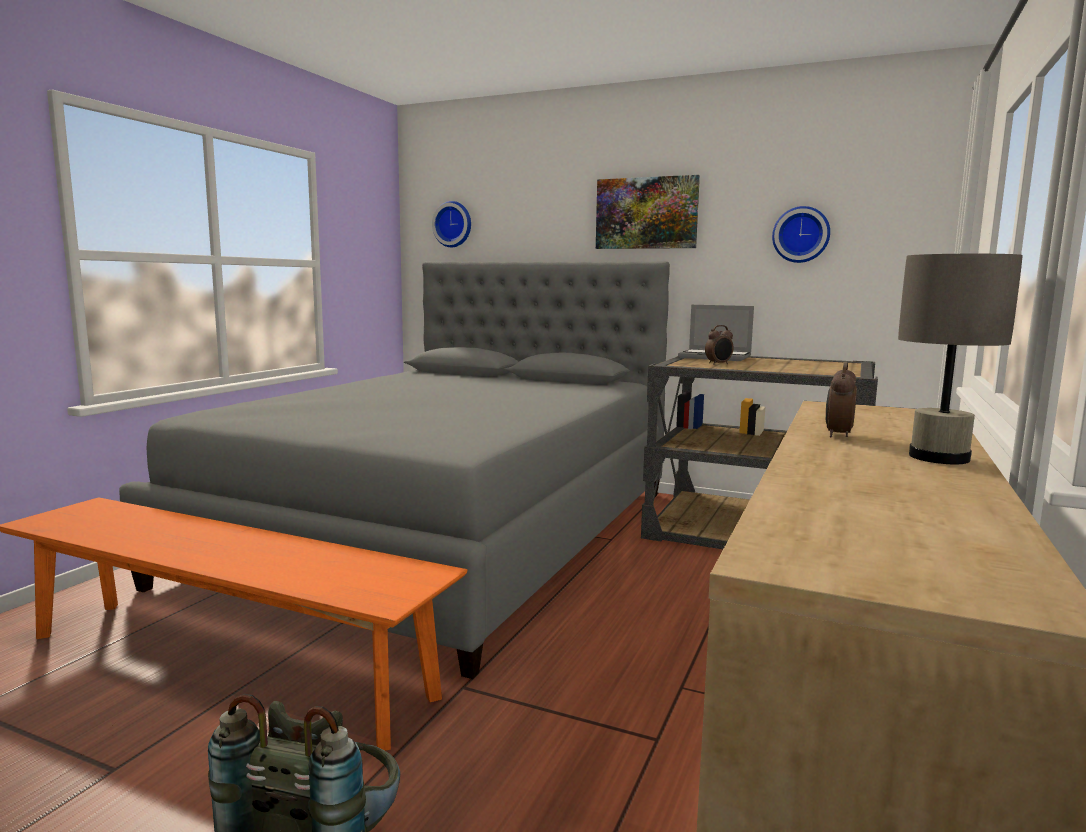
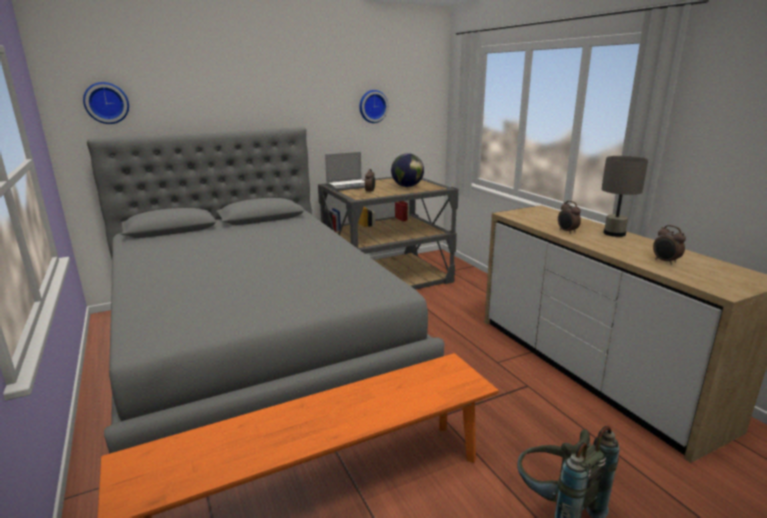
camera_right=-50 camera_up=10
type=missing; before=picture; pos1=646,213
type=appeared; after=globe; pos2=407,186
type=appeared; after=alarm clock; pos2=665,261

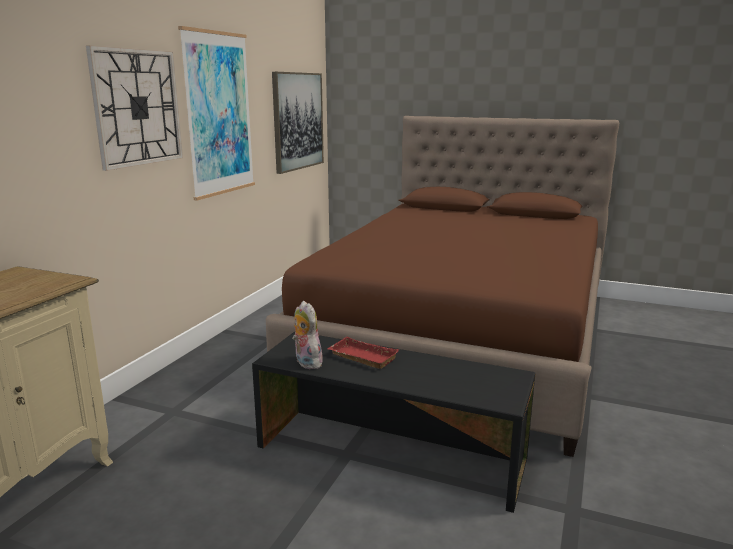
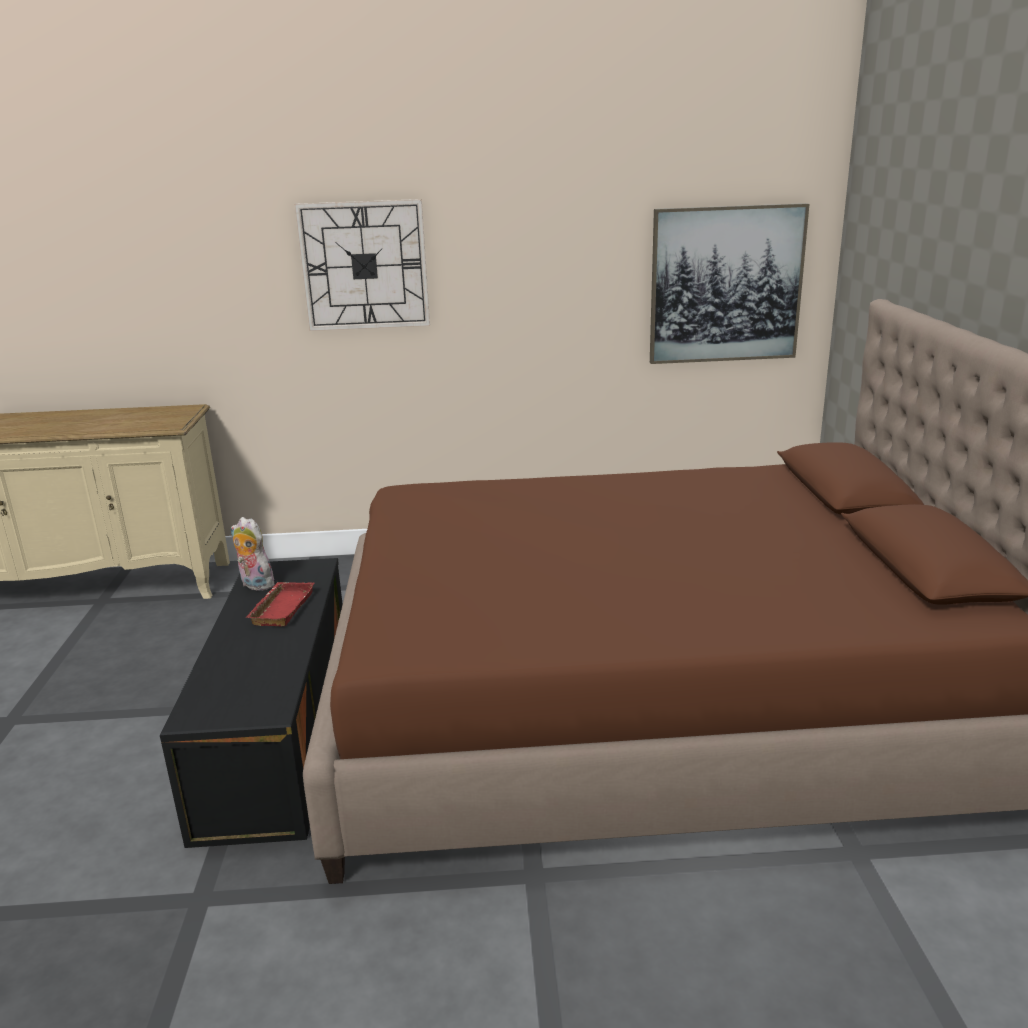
camera_right=65 camera_up=5
type=missing; before=picture; pos1=219,114
type=spun; before=plush toy; pos1=306,362; pos2=254,585; turn=-90

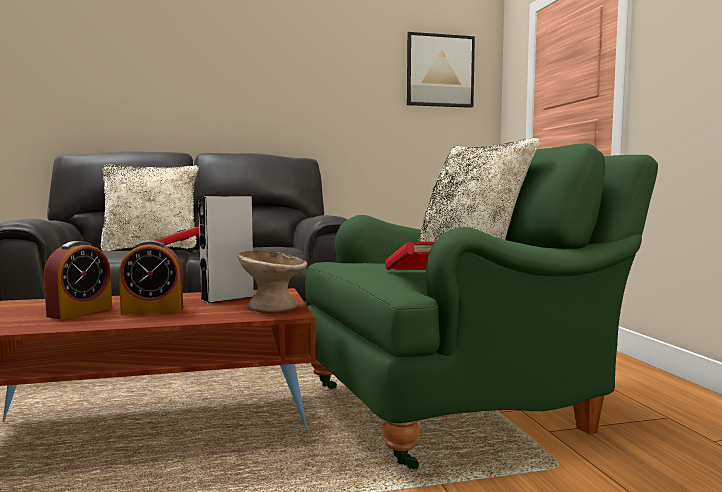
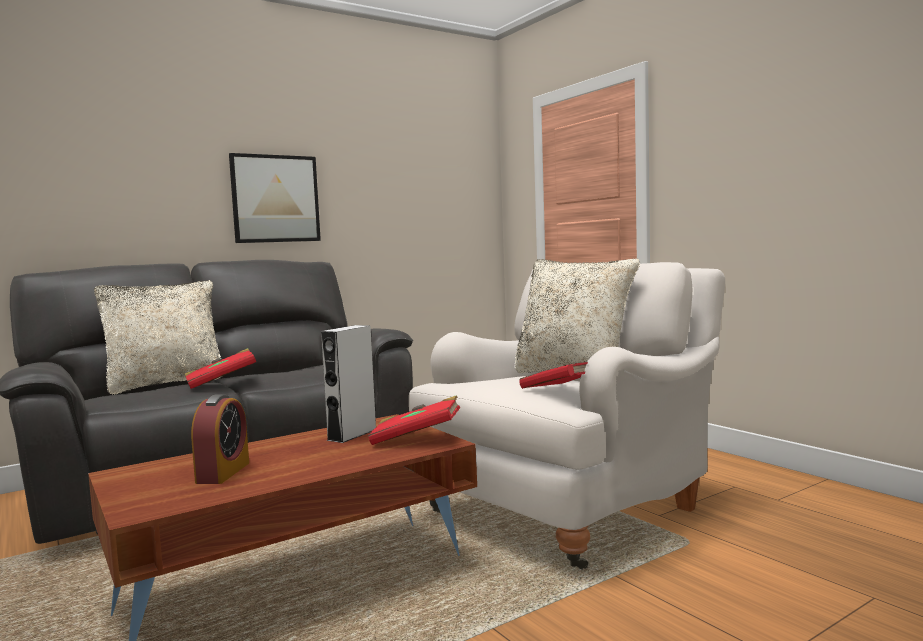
camera_right=-20 camera_up=0
type=relocated; before=picture; pos1=440,71; pos2=275,199
type=colour; before=green armchair; after=white armchair; pos1=460,406; pos2=571,507
type=missing; before=alarm clock; pos1=152,310
type=exchanged; before=beige bowl; after=red book; pos1=272,307; pos2=416,438

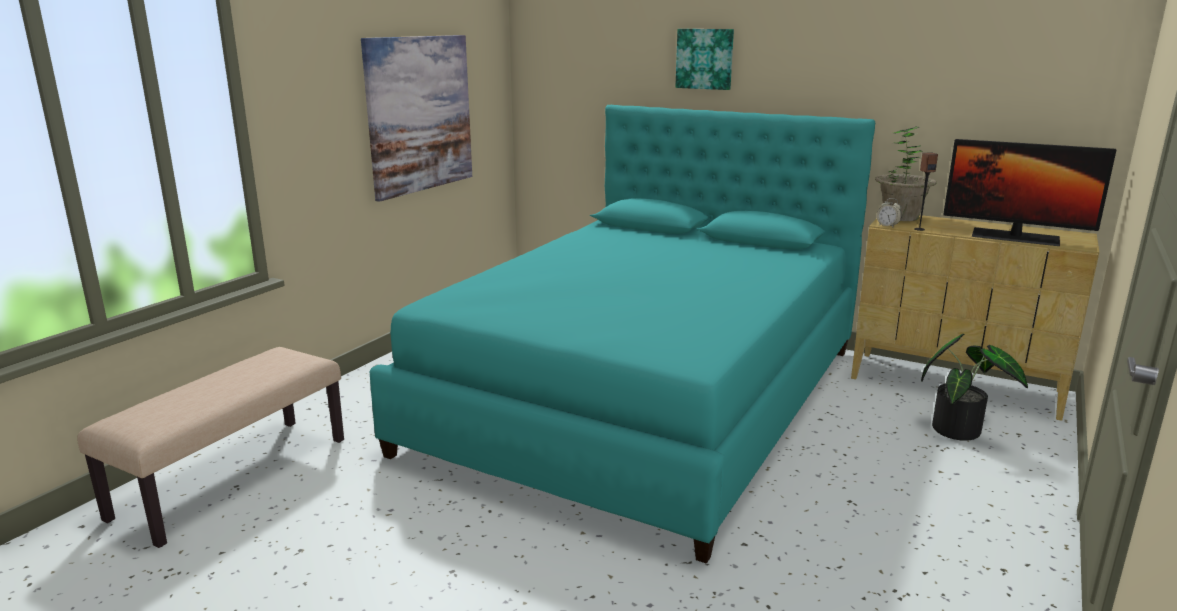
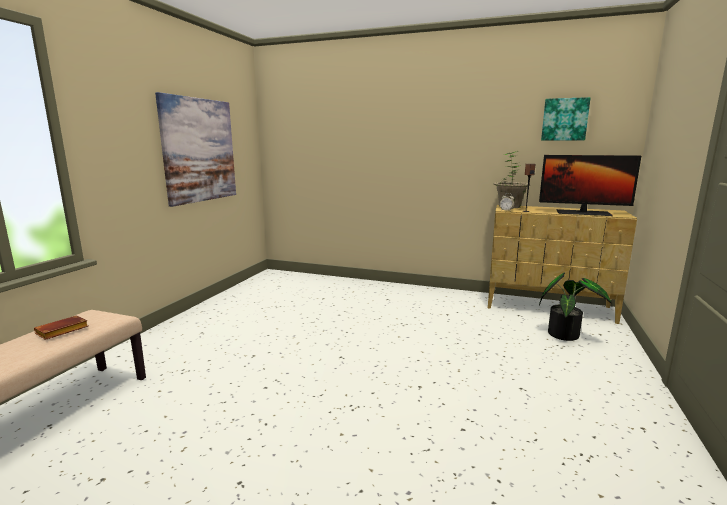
camera_right=-10 camera_up=-5
type=relocated; before=picture; pos1=705,59; pos2=564,119
type=missing; before=turquoise bed; pos1=645,398
type=appeared; after=brown book; pos2=61,332

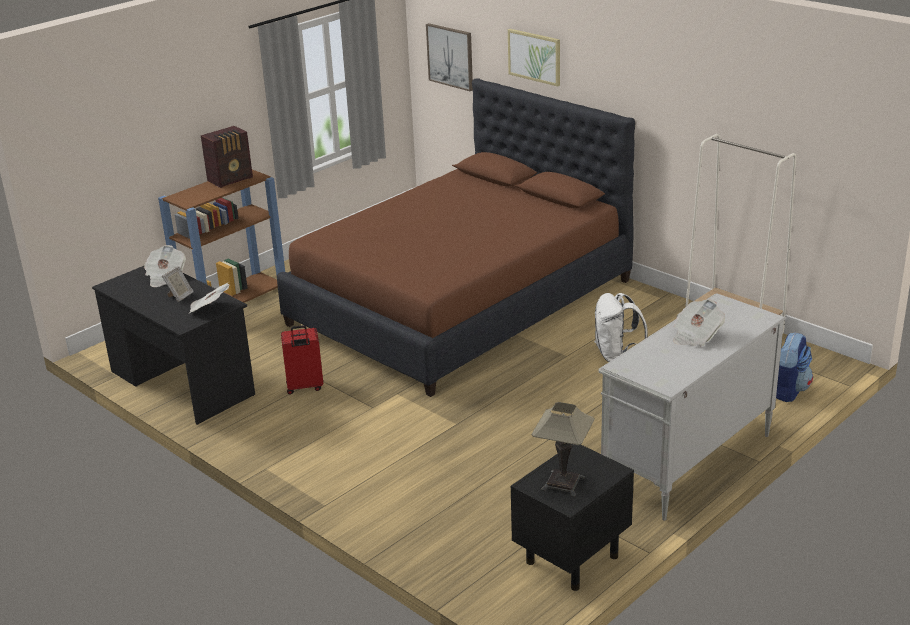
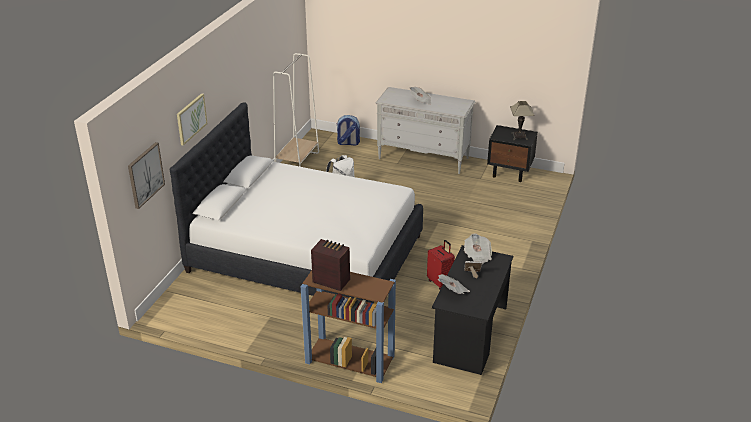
camera_right=-115 camera_up=5
type=colour; before=brown bed; after=white bed; pos1=461,302; pos2=305,253

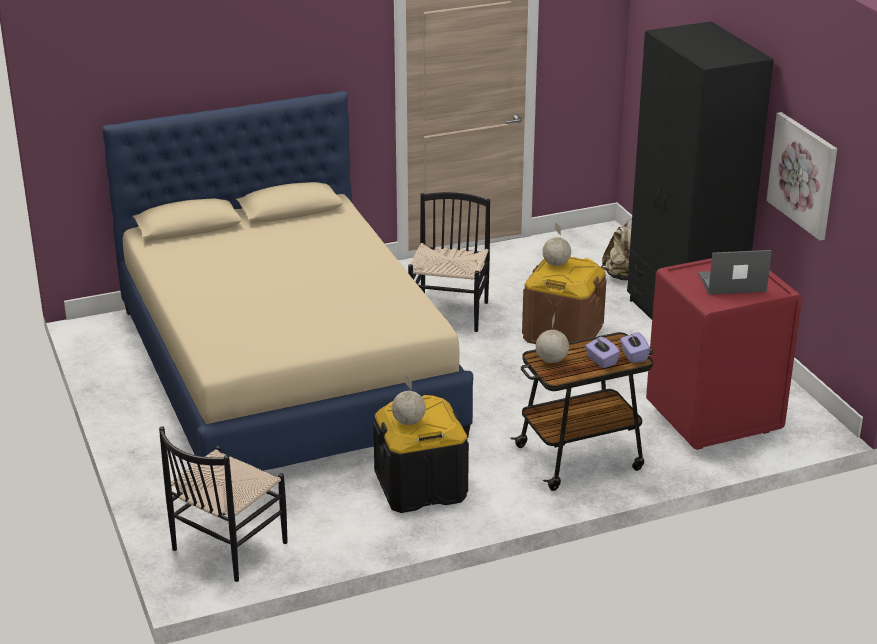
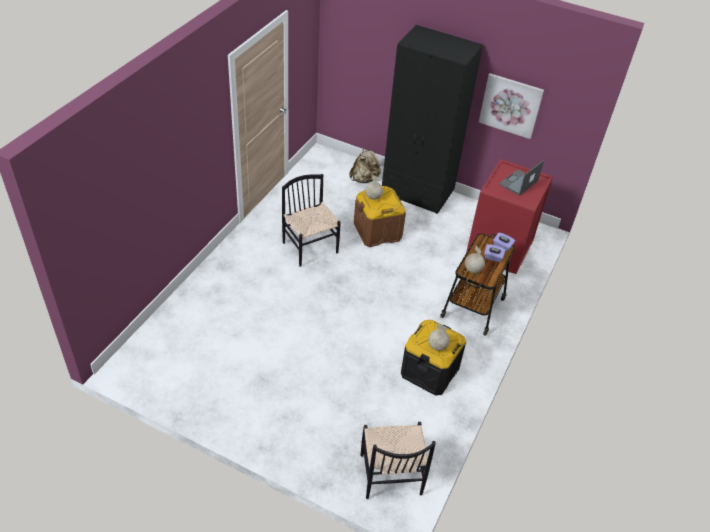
camera_right=-45 camera_up=15
type=missing; before=beige bed; pos1=286,370

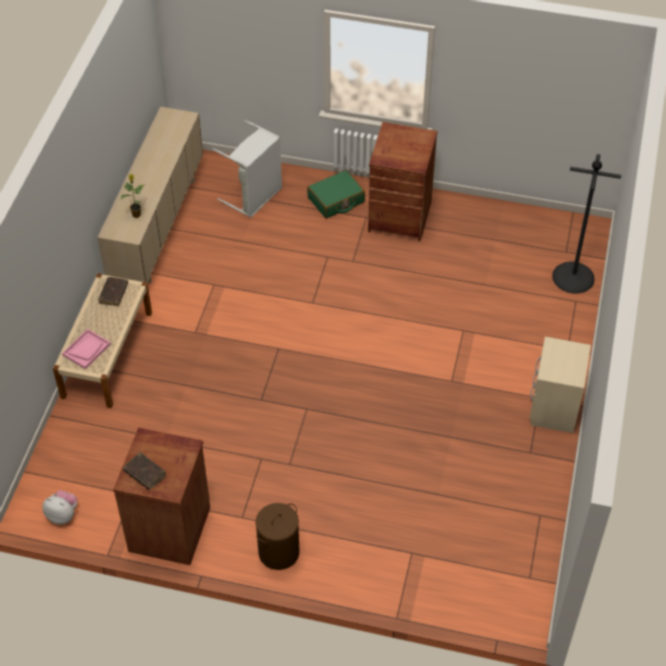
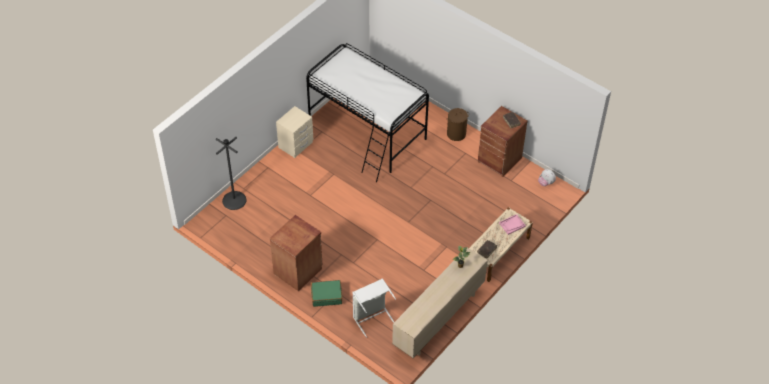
camera_right=-155 camera_up=0
type=appeared; after=black bed; pos2=367,131

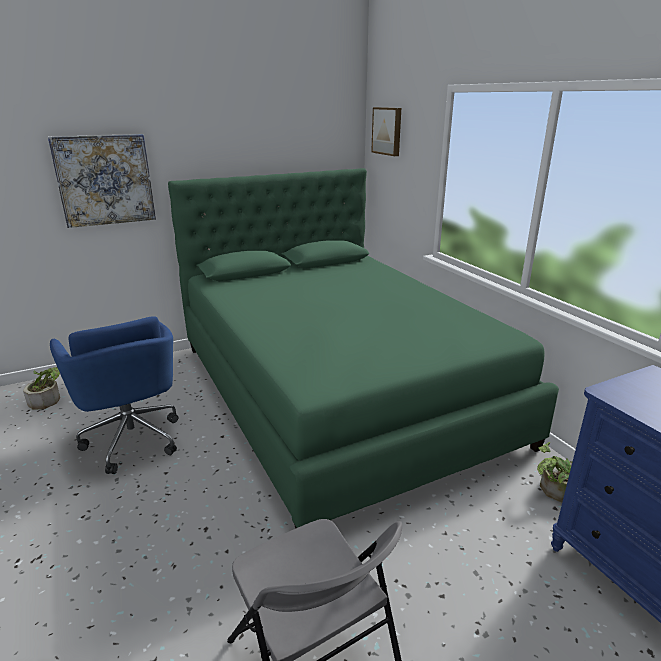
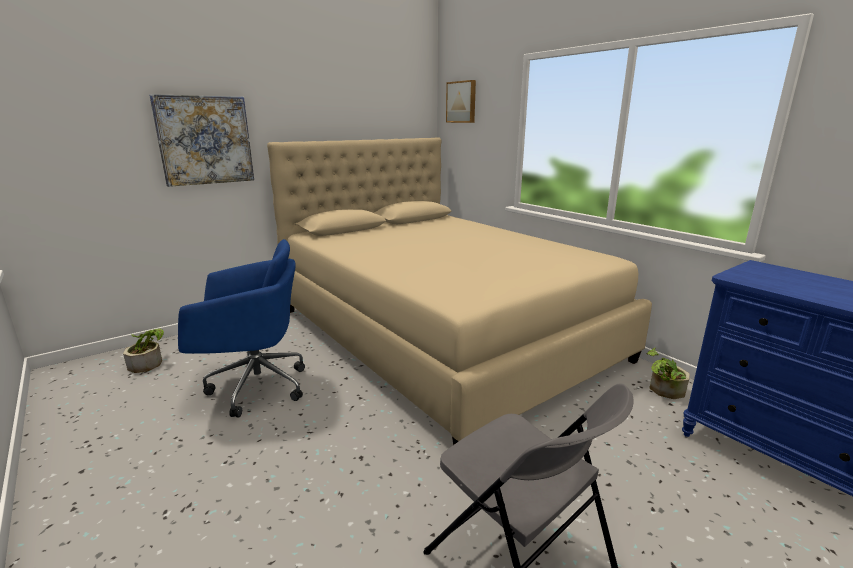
camera_right=-10 camera_up=-5
type=colour; before=green bed; after=beige bed; pos1=338,391; pos2=442,333
type=spun; before=blue office chair; pos1=132,439; pos2=253,388; turn=-60

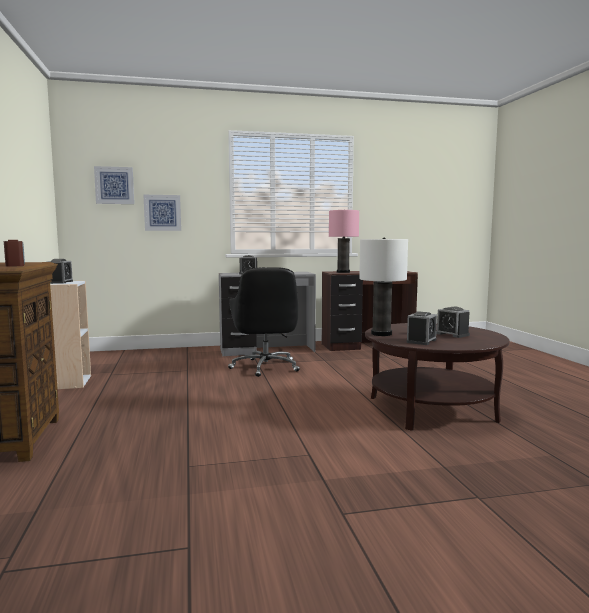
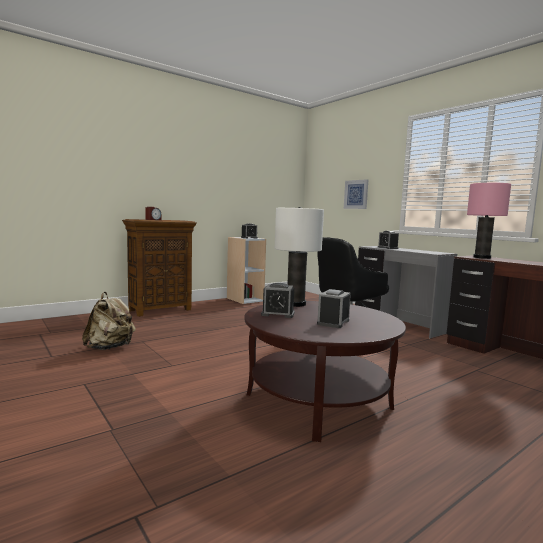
camera_right=65 camera_up=0
type=missing; before=picture; pos1=114,185
type=appeared; after=beige backpack; pos2=110,348

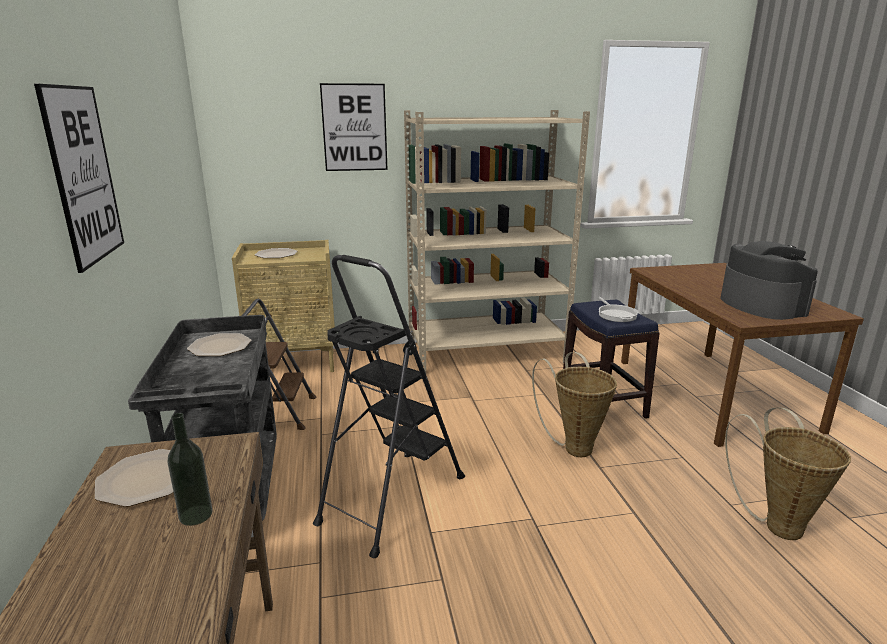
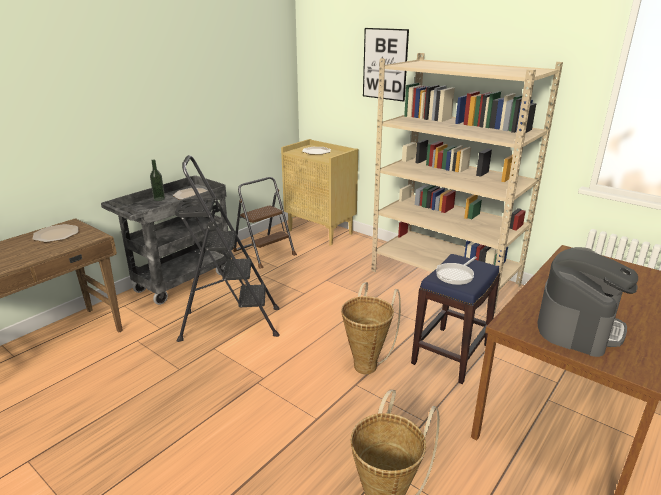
camera_right=50 camera_up=5
type=missing; before=picture; pos1=84,175
type=relocated; before=bottle; pos1=196,515; pos2=159,199

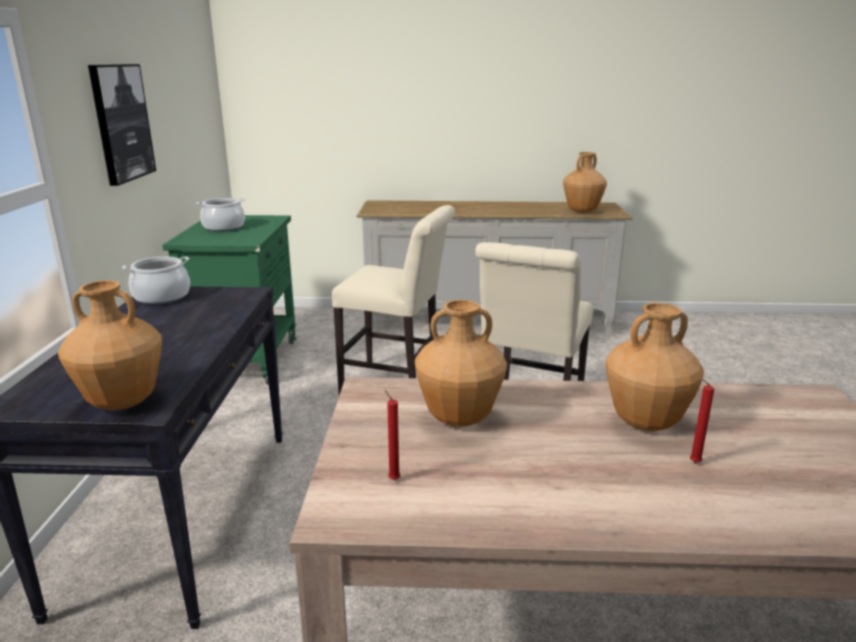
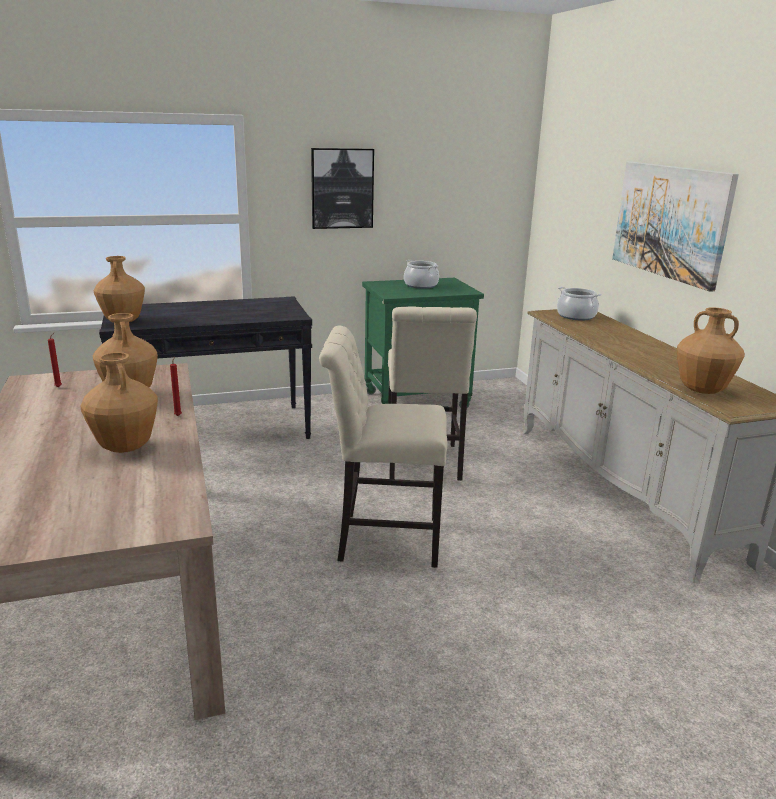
camera_right=70 camera_up=0
type=relocated; before=cooking pot; pos1=162,297; pos2=576,316
type=relocated; before=red candle; pos1=693,462; pos2=178,415
type=appeared; after=picture; pos2=670,221

